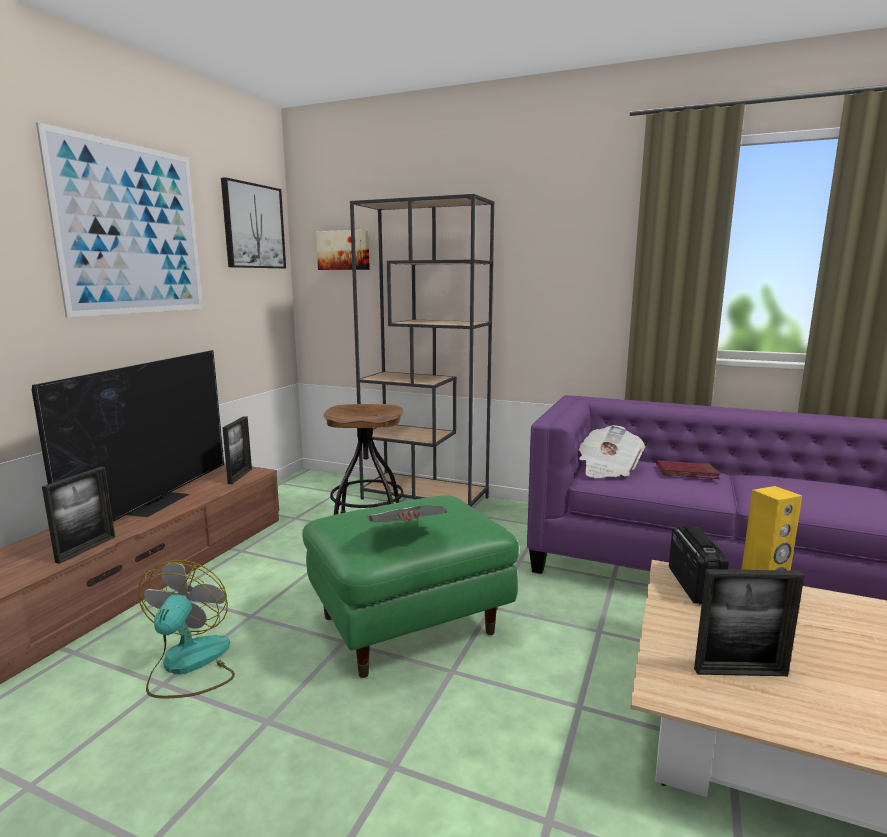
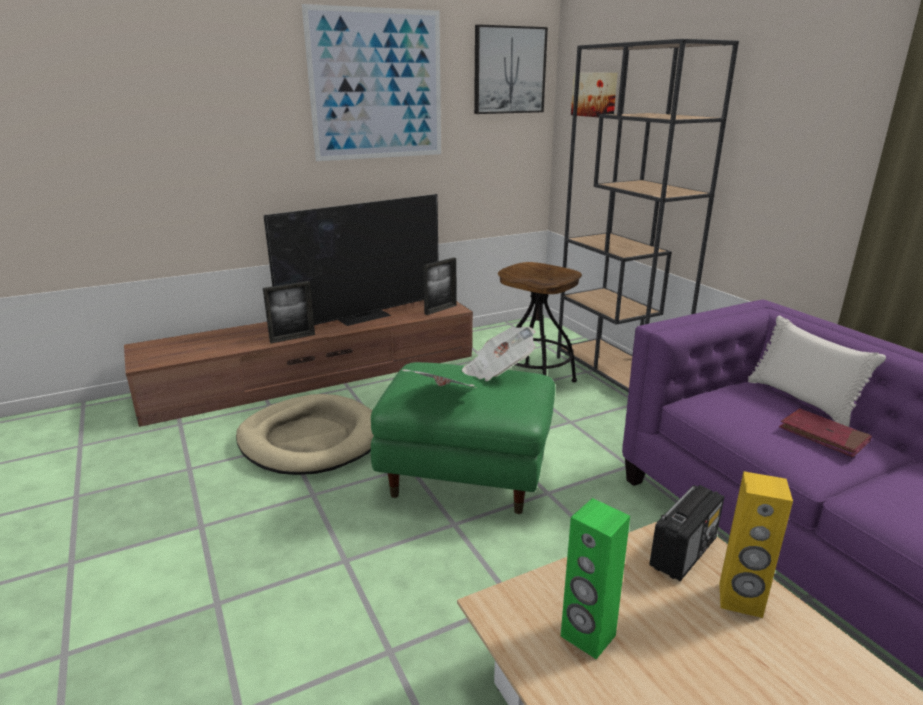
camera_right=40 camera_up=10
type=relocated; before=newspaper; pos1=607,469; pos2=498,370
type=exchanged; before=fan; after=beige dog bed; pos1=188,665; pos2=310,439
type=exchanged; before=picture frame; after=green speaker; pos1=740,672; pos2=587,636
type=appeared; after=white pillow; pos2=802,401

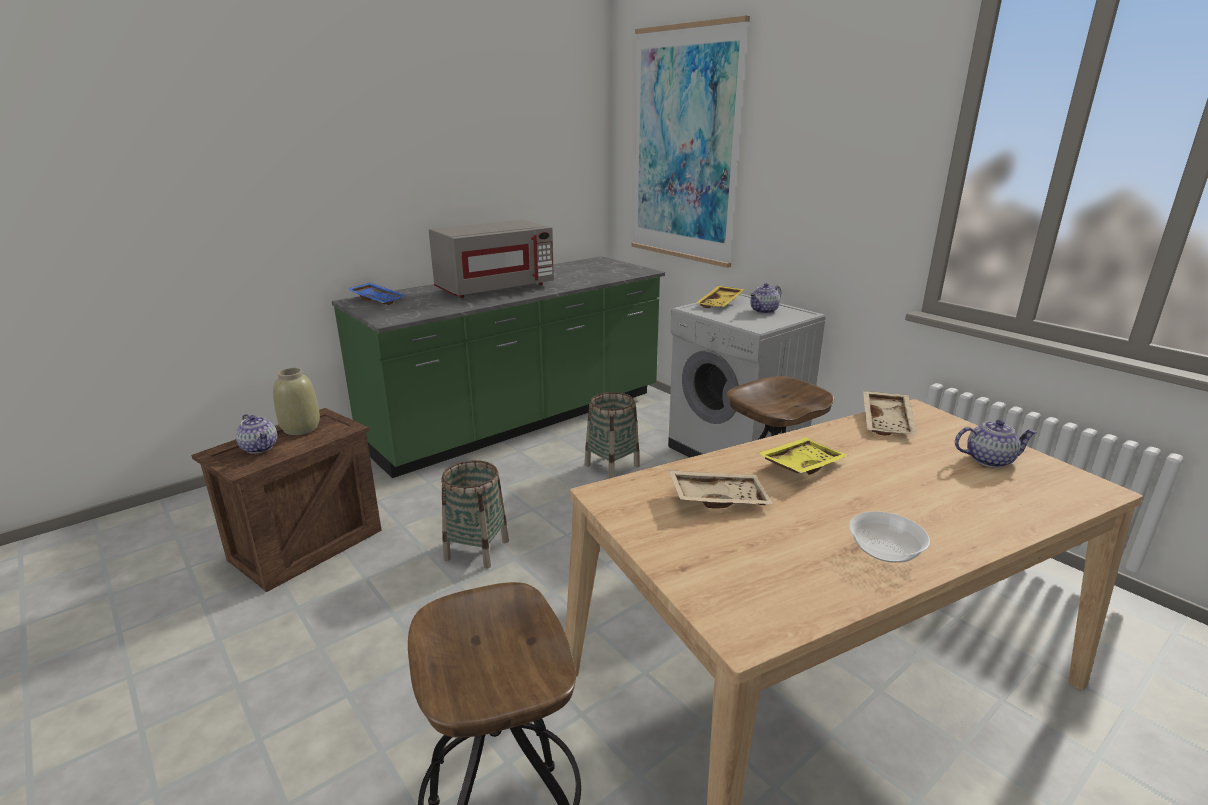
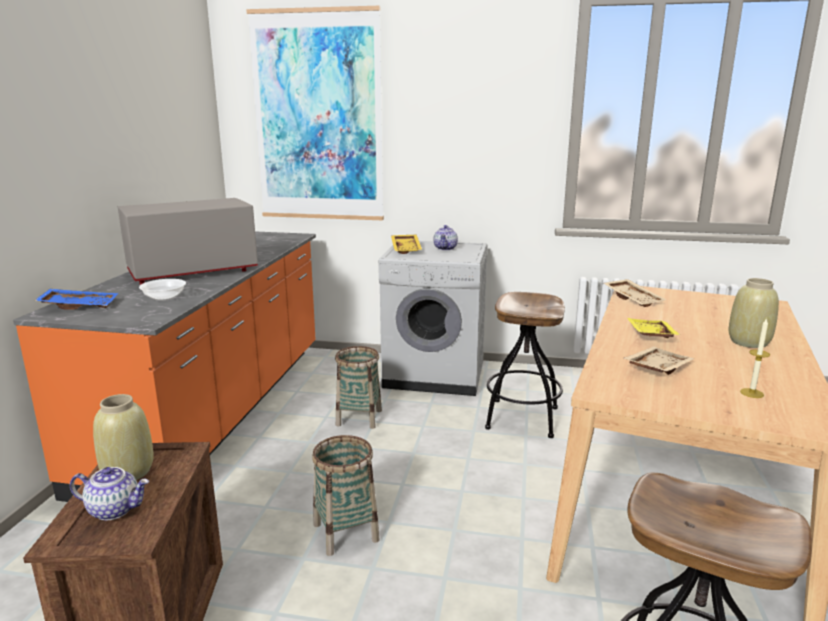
camera_right=-40 camera_up=-5
type=spun; before=grey microwave; pos1=495,288; pos2=192,271; turn=-135
type=colour; before=green counter; after=orange counter; pos1=519,420; pos2=217,411
type=missing; before=teapot; pos1=989,460
type=relocated; before=bowl; pos1=884,551; pos2=164,297
type=appeared; after=beige vase; pos2=749,342
type=appeared; after=candle; pos2=752,393

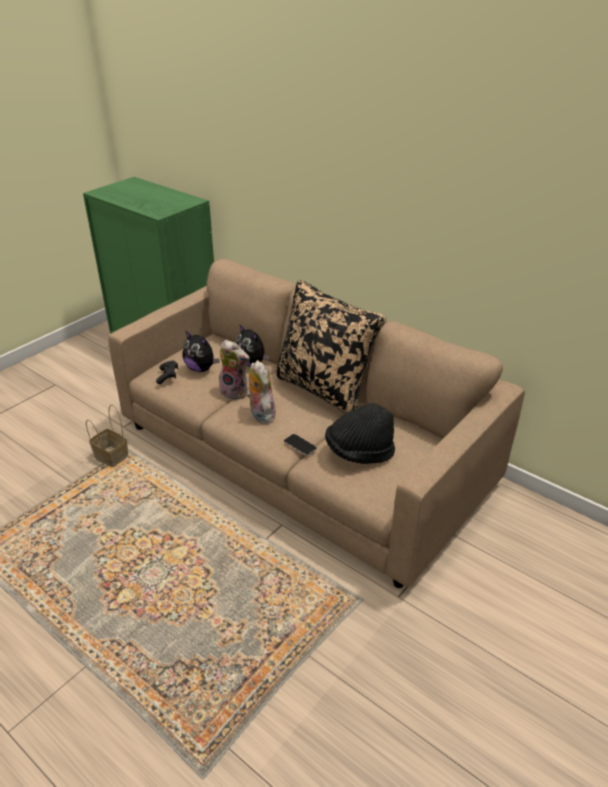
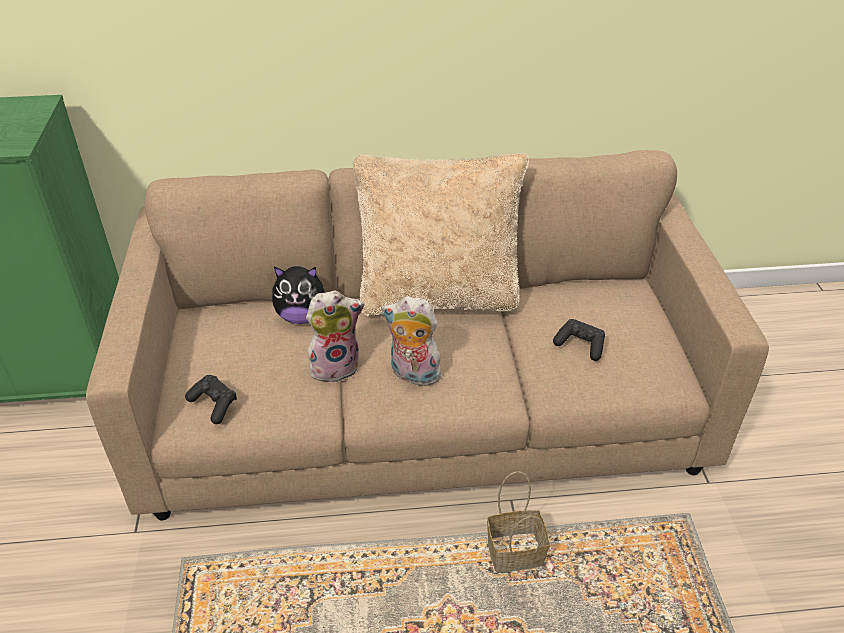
camera_right=-45 camera_up=5
type=colour; before=black pillow; after=beige pillow; pos1=324,392; pos2=440,300
type=missing; before=plush toy; pos1=201,369
type=exchanged; before=black hat; after=black game controller; pos1=359,452; pos2=580,345
type=relocated; before=basket; pos1=110,457; pos2=513,555
type=missing; before=phone; pos1=300,445

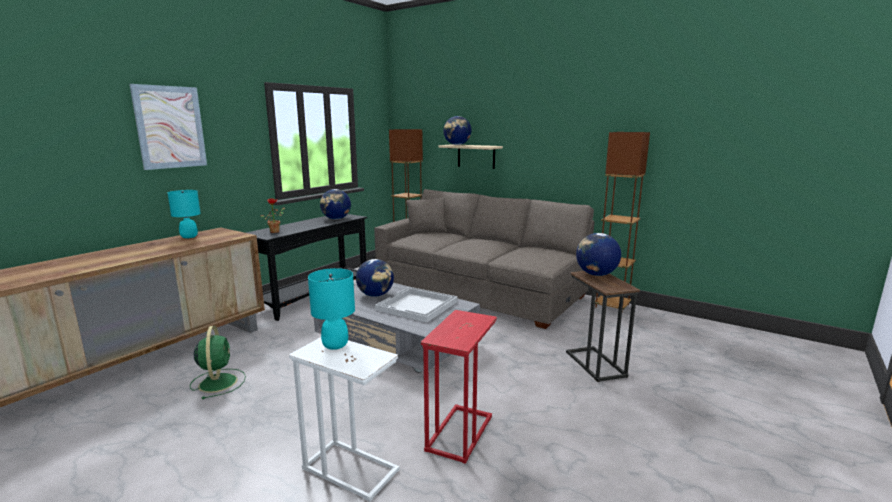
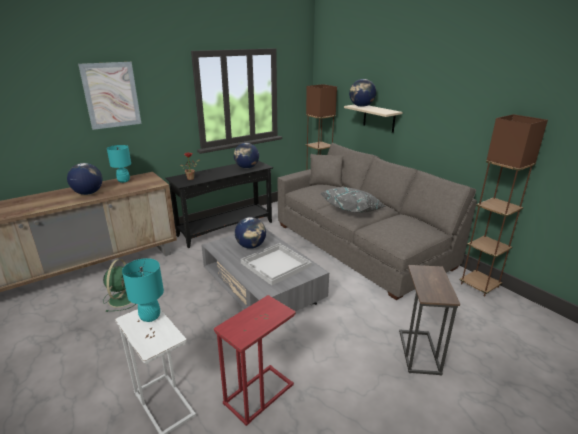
camera_right=20 camera_up=10
type=relocated; before=globe; pos1=596,274; pos2=88,193
type=appeared; after=grey pillow; pos2=353,210

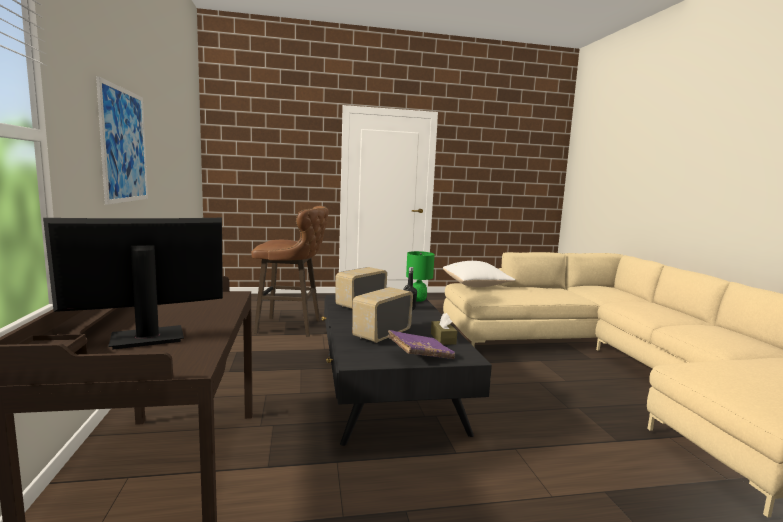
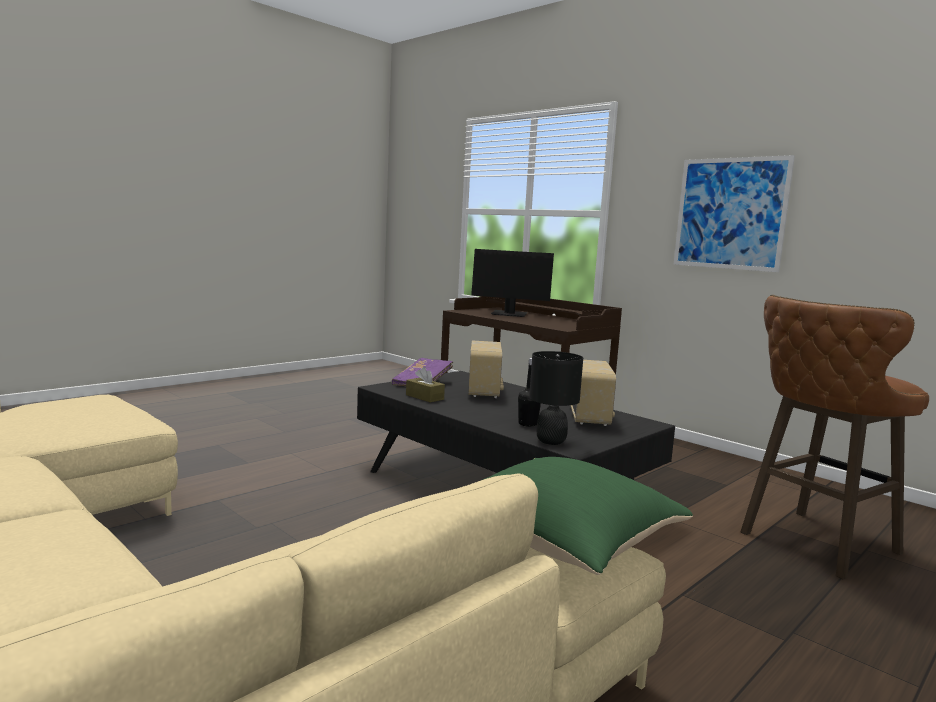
camera_right=145 camera_up=0
type=spun; before=monitor; pos1=147,337; pos2=509,314; turn=75
type=colour; before=green table lamp; after=black table lamp; pos1=418,300; pos2=550,441
type=colour; before=white pillow; after=green pillow; pos1=476,286; pos2=557,544

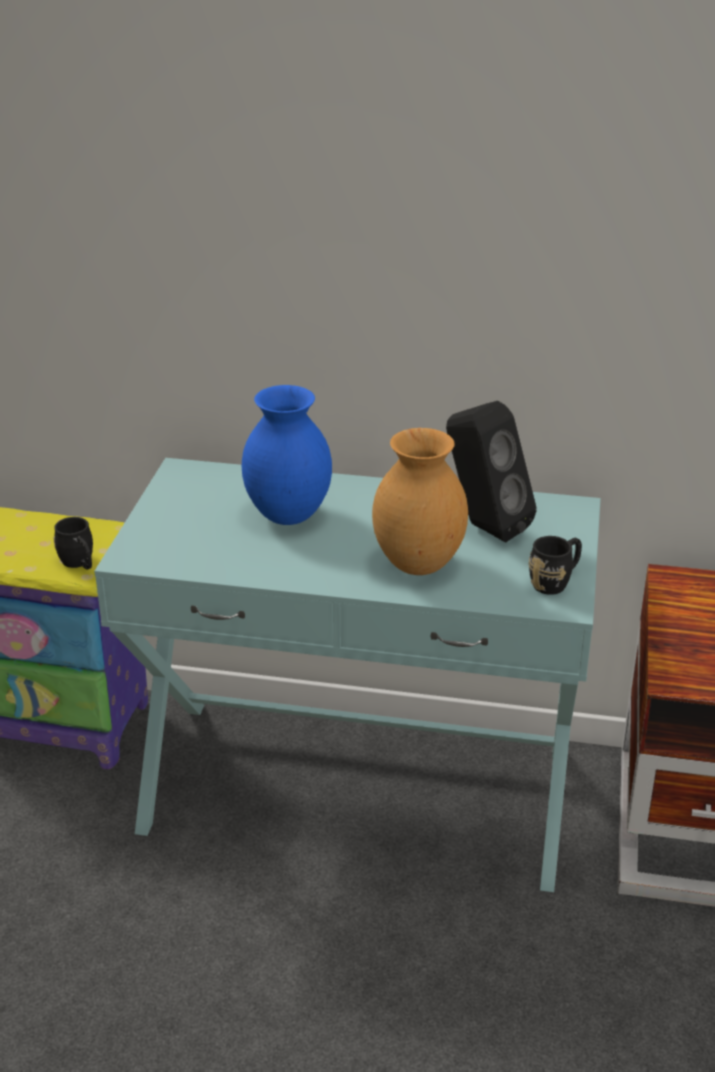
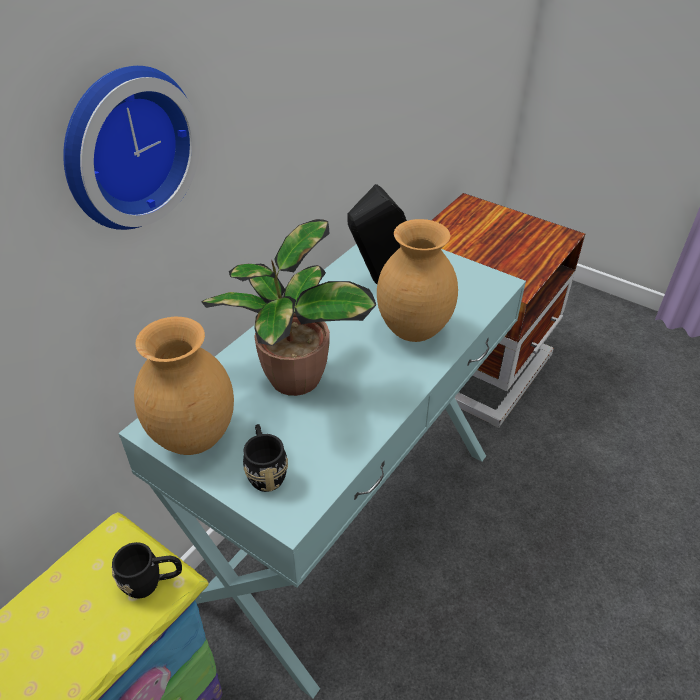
camera_right=-65 camera_up=10
type=exchanged; before=blue vase; after=potted plant; pos1=286,516; pos2=292,380
type=relocated; before=black mug; pos1=555,581; pos2=265,470
type=appeared; after=wall clock; pos2=125,147
type=appeared; after=brown vase; pos2=195,439

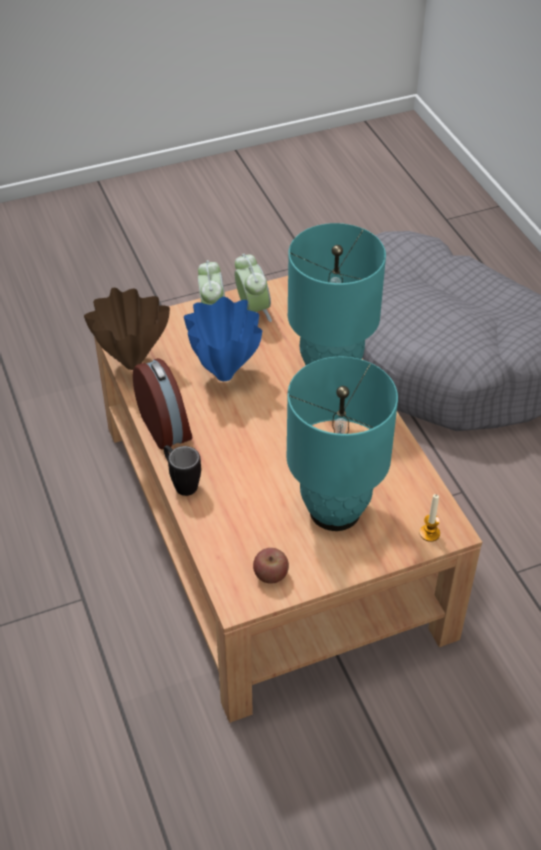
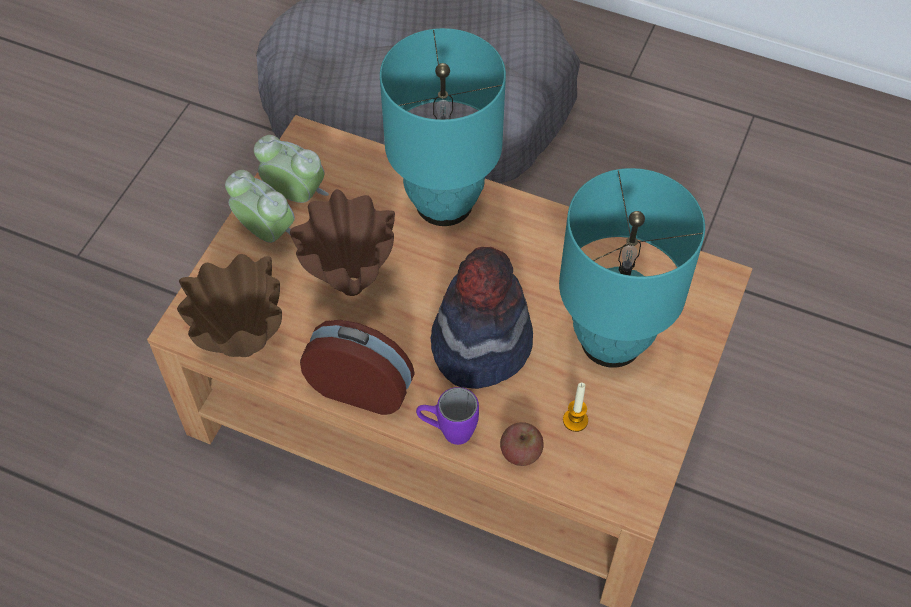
camera_right=-45 camera_up=10
type=colour; before=blue vase; after=brown vase; pos1=225,374; pos2=351,285
type=colour; before=black mug; after=purple mug; pos1=181,482; pos2=447,431
type=relocated; before=candle; pos1=429,533; pos2=575,420
type=relocated; before=apple; pos1=270,574; pos2=521,452
type=appeared; after=hat; pos2=480,344

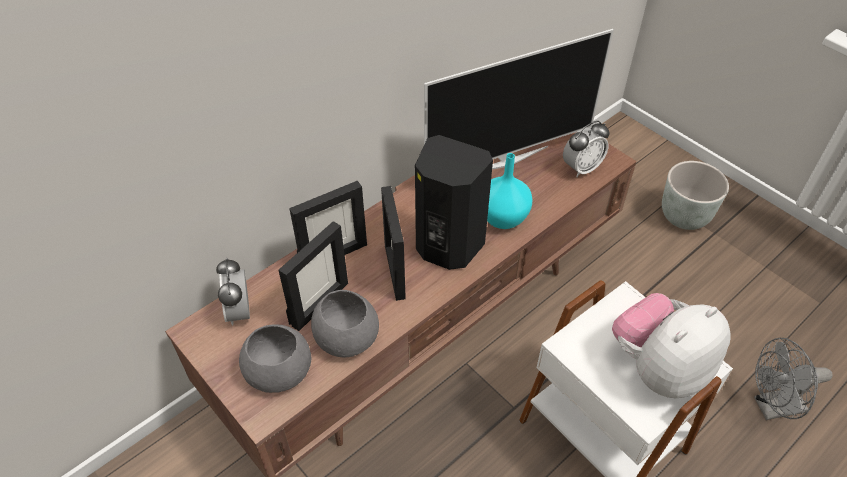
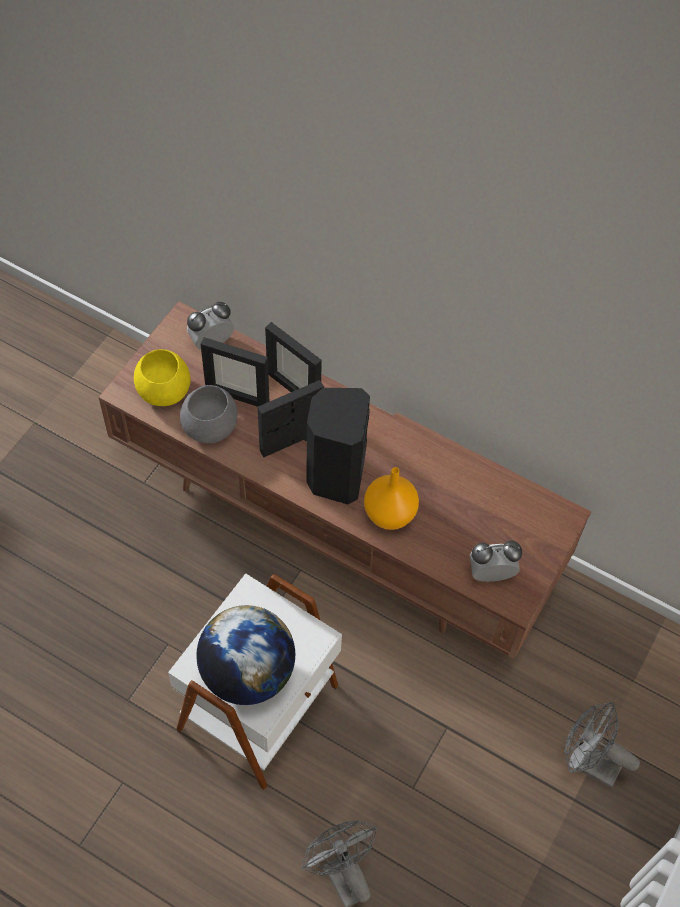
camera_right=70 camera_up=10
type=missing; before=television; pos1=505,159
type=spun; before=alarm clock; pos1=581,168; pos2=491,574; turn=135
type=colour; before=turquoise vase; after=orange vase; pos1=503,217; pos2=391,514
type=exchanged; before=grey planter; after=grey fan; pos1=685,217; pos2=587,762
type=exchanged; before=plush toy; after=globe; pos1=658,368; pos2=247,673
type=colour; before=grey bowl; after=yellow bowl; pos1=280,371; pos2=164,390

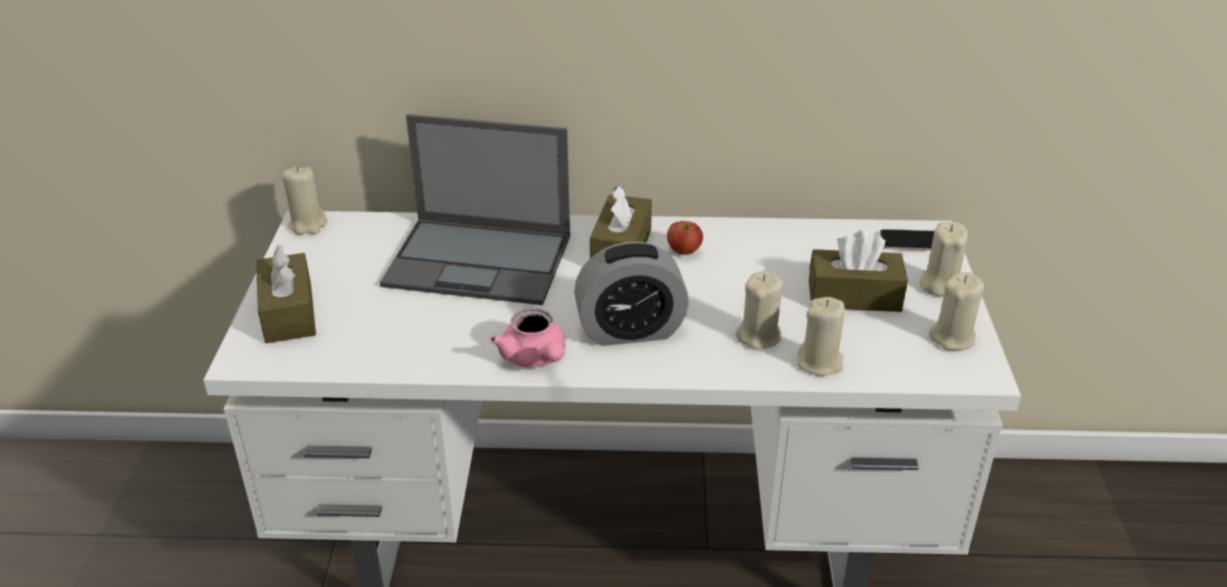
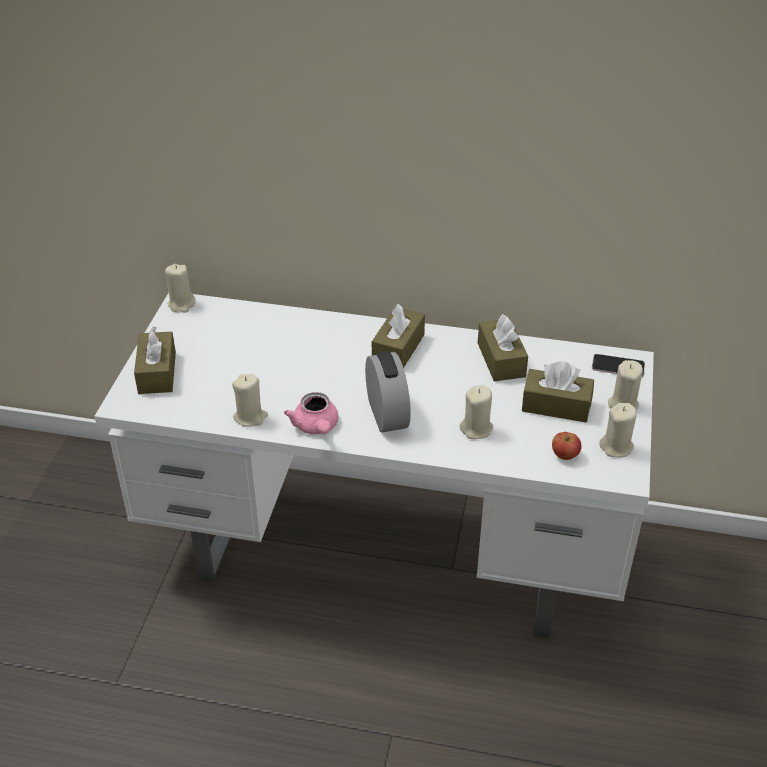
camera_right=10 camera_up=5
type=missing; before=laptop; pos1=481,261
type=relocated; before=apple; pos1=684,251; pos2=564,455
type=spun; before=alarm clock; pos1=630,331; pos2=387,414; turn=-105
type=relocated; before=beige candle; pos1=820,362; pos2=250,417
type=appeared; after=brown tissue box; pos2=501,360

